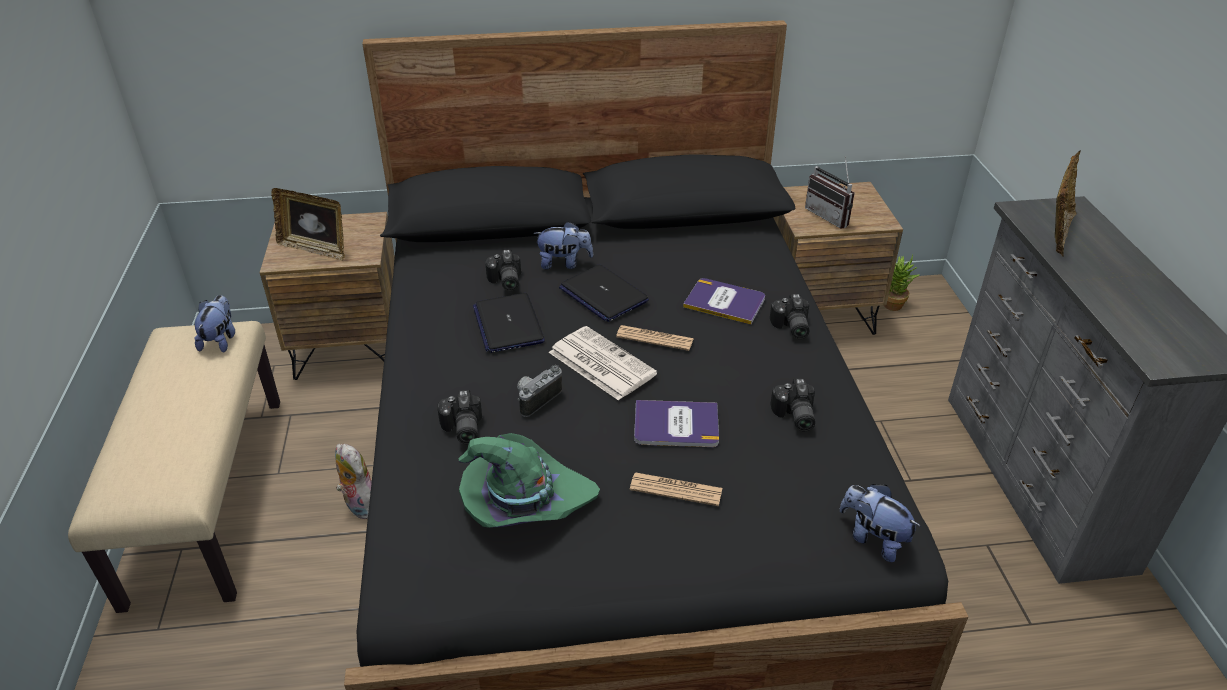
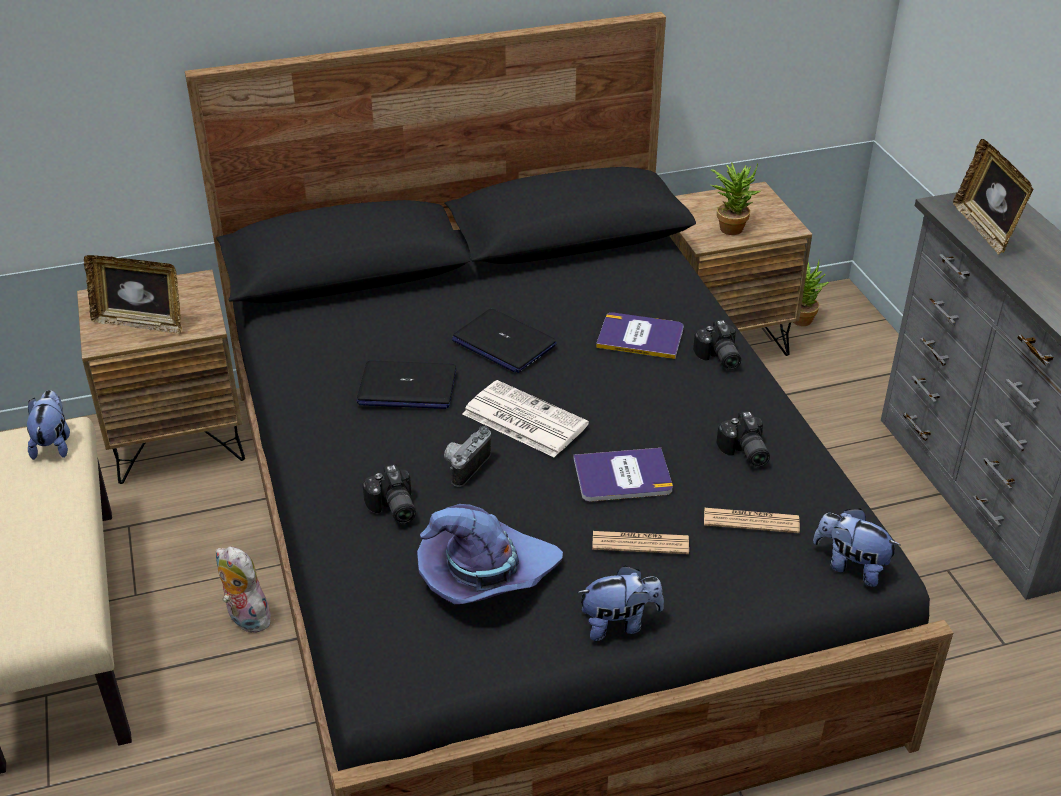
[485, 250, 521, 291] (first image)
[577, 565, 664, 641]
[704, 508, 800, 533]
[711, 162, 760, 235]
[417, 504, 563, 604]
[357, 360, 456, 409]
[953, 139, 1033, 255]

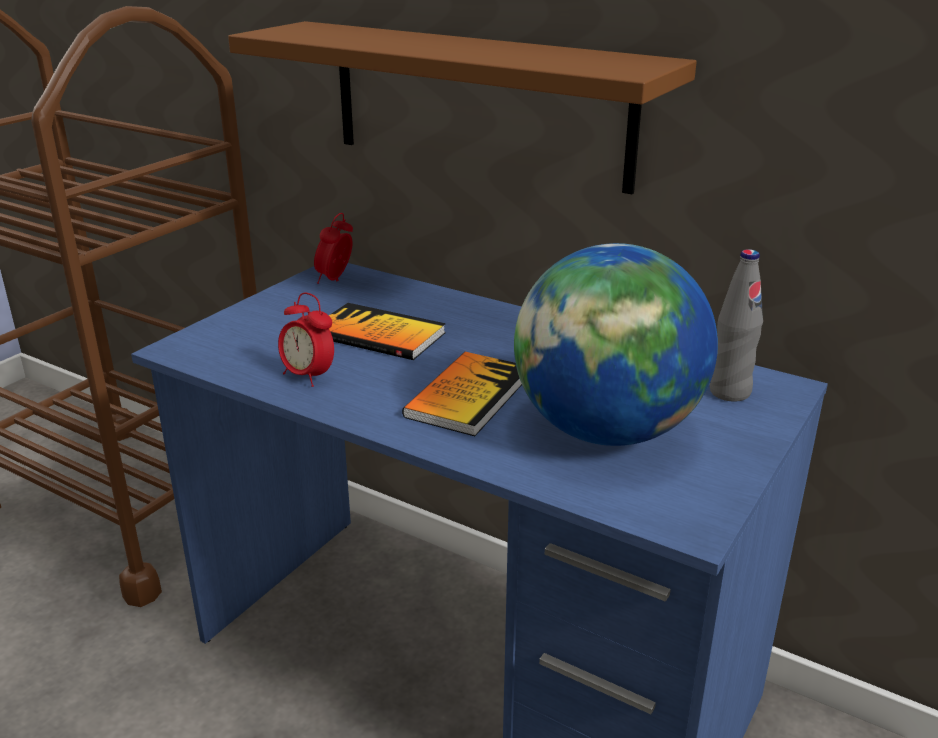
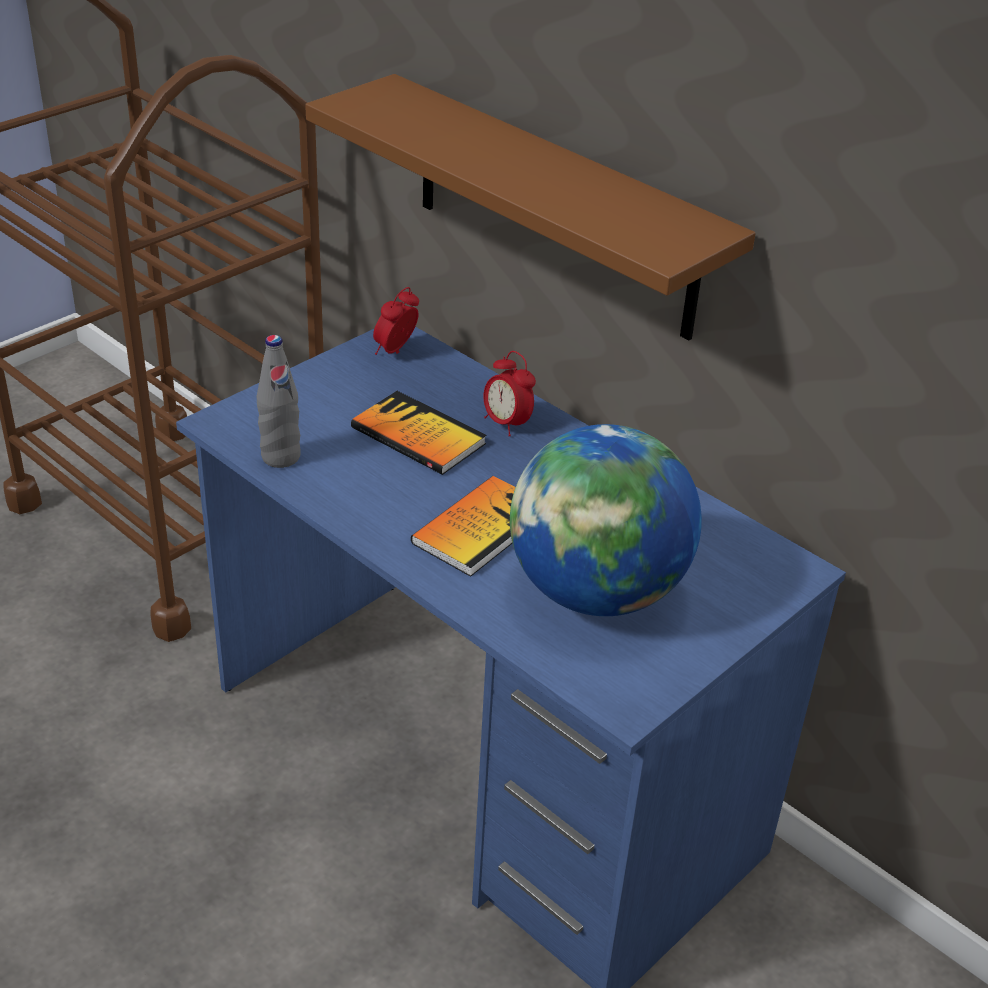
[484, 351, 536, 436]
[257, 335, 301, 468]

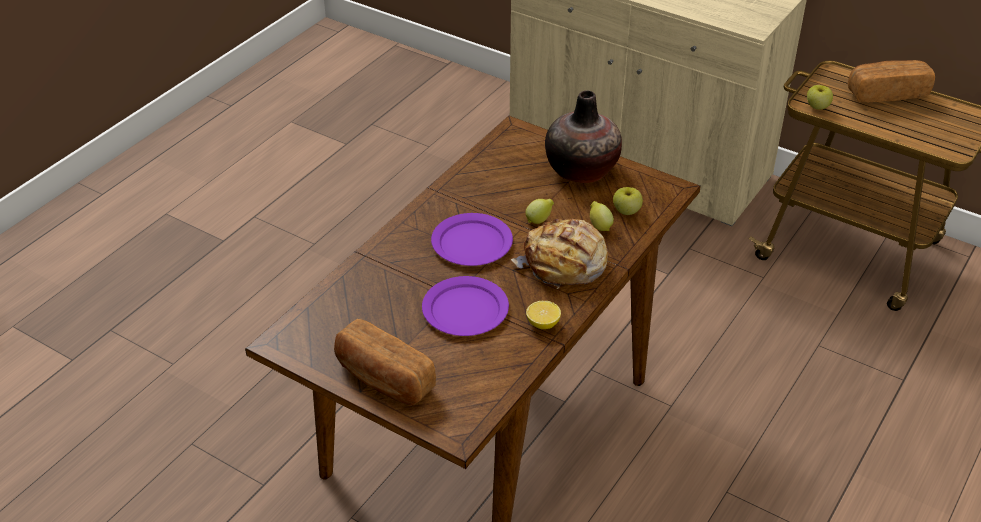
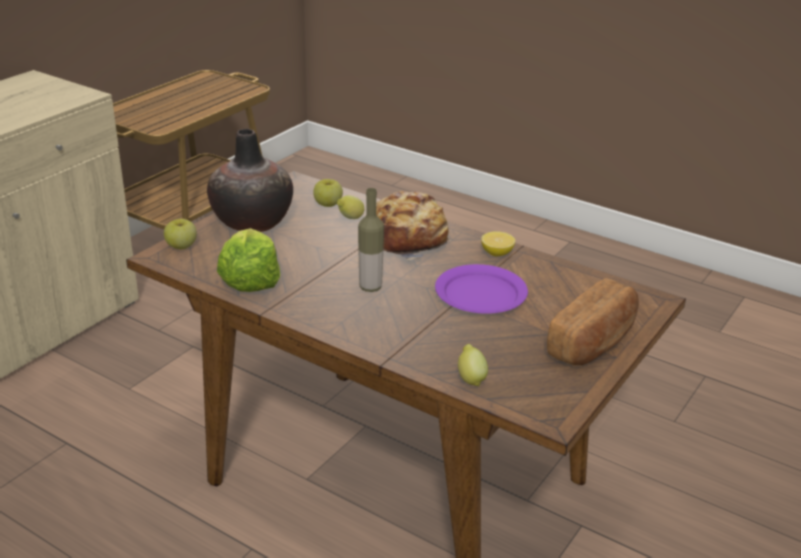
[848, 60, 935, 102] (first image)
[217, 228, 280, 292]
[458, 344, 488, 386]
[164, 219, 197, 249]
[358, 188, 384, 292]

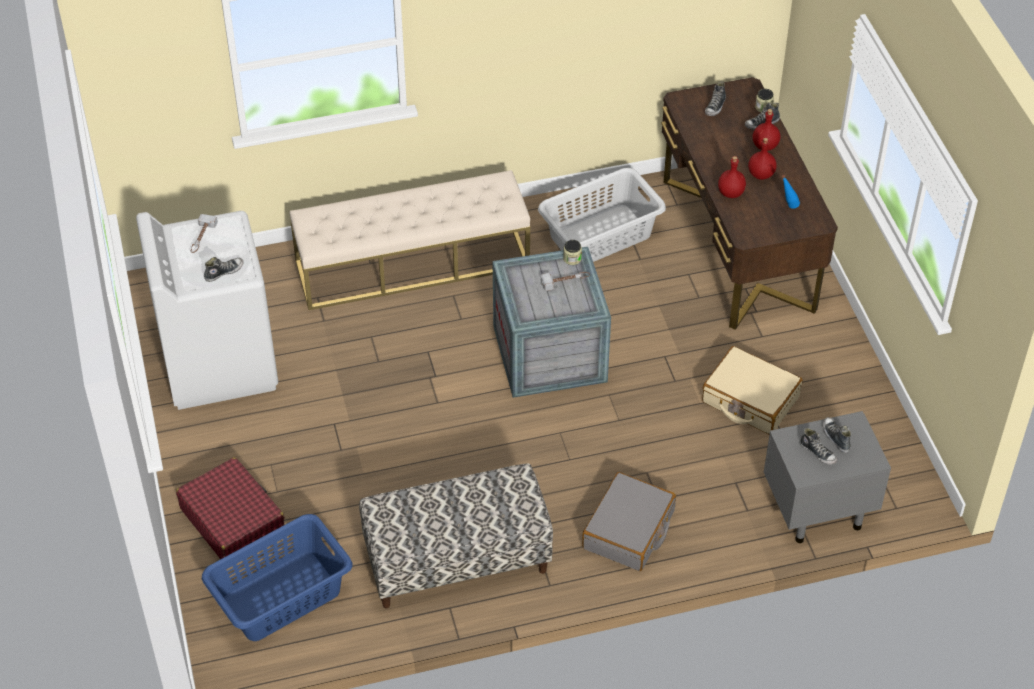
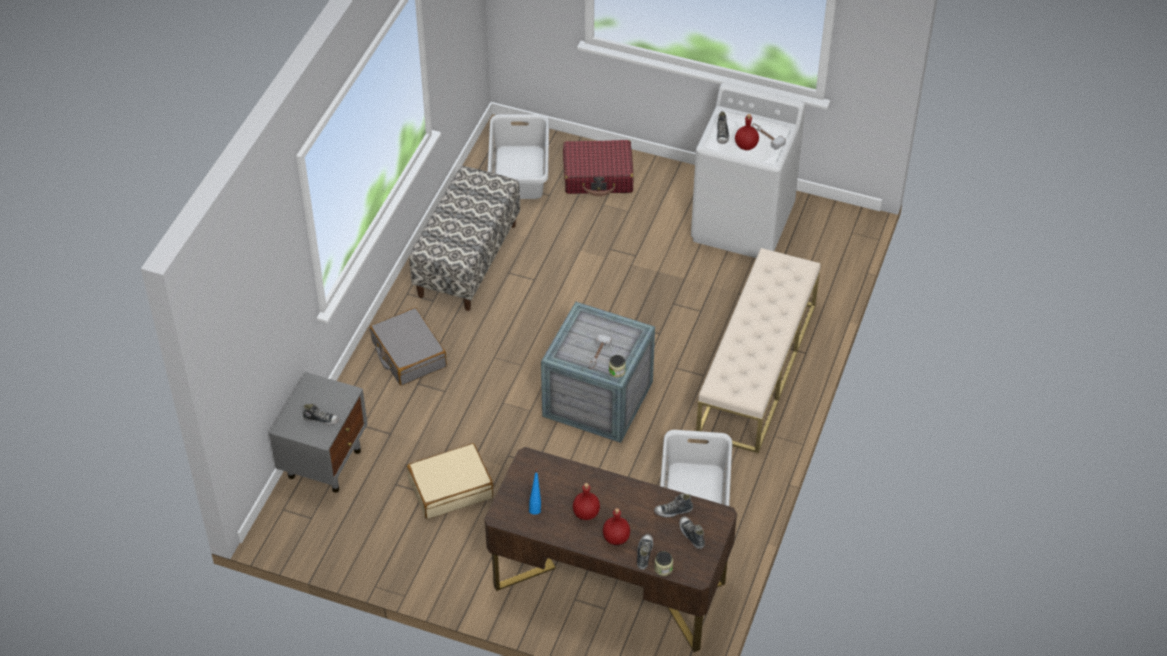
[735, 114, 759, 150]
[654, 493, 693, 518]
[488, 115, 549, 199]

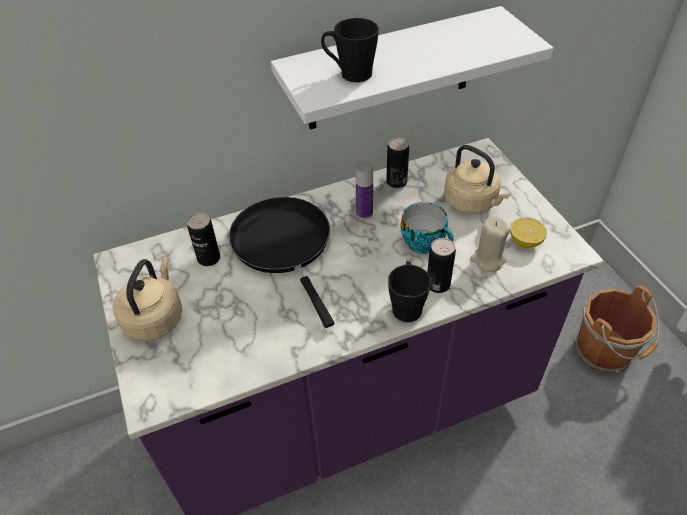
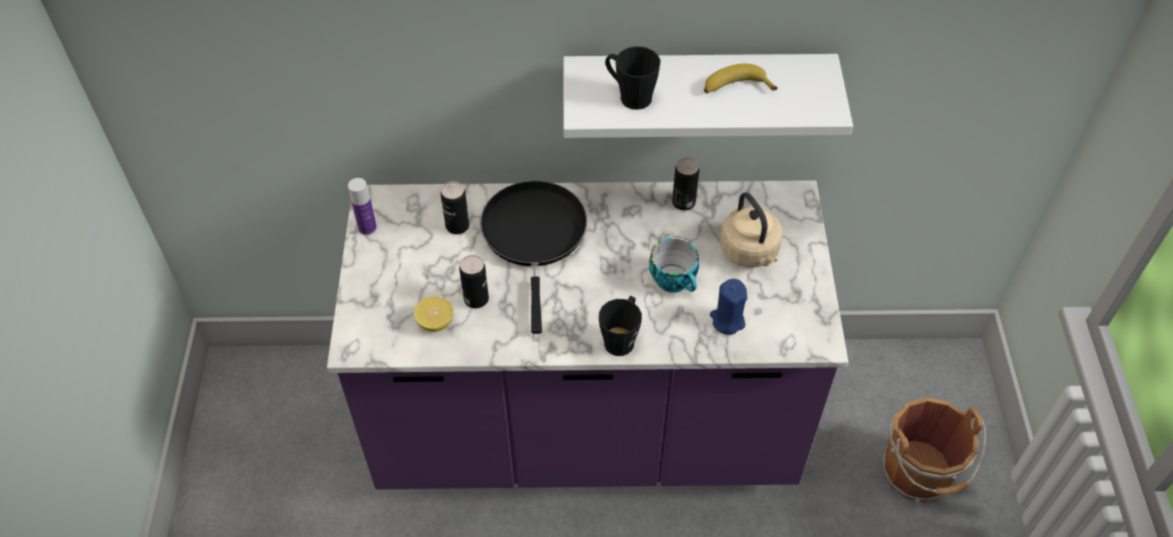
[113, 257, 182, 341] (first image)
[704, 64, 778, 93]
[348, 178, 377, 235]
[459, 255, 489, 308]
[414, 296, 454, 332]
[710, 279, 747, 335]

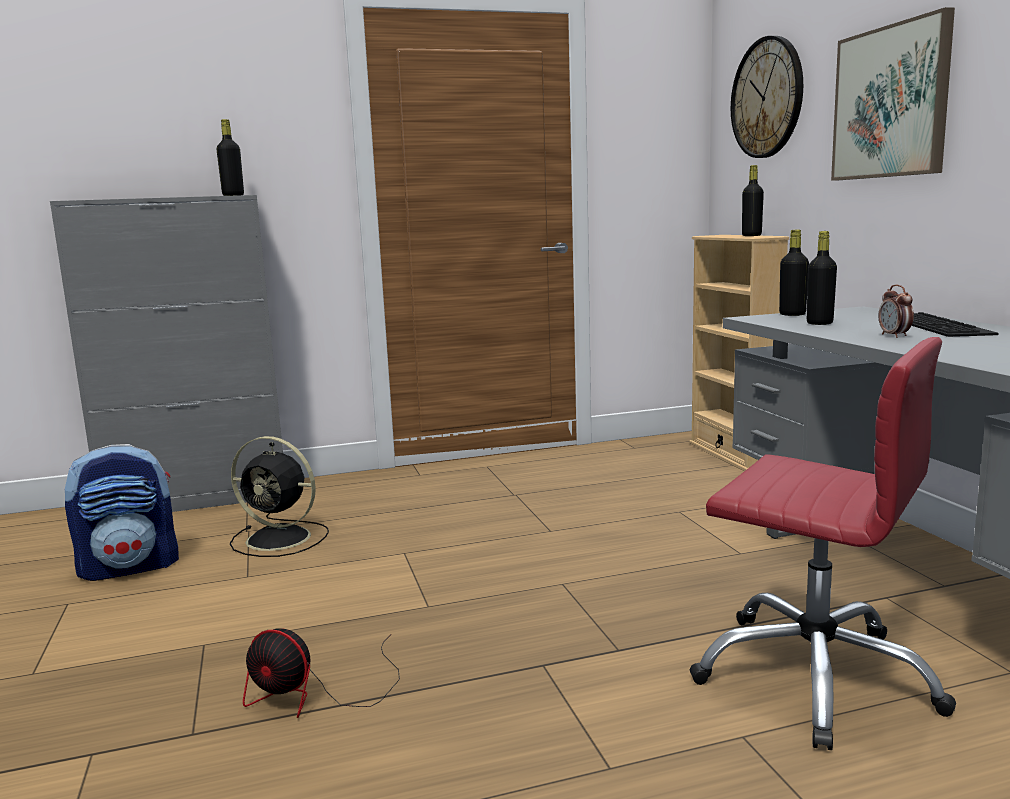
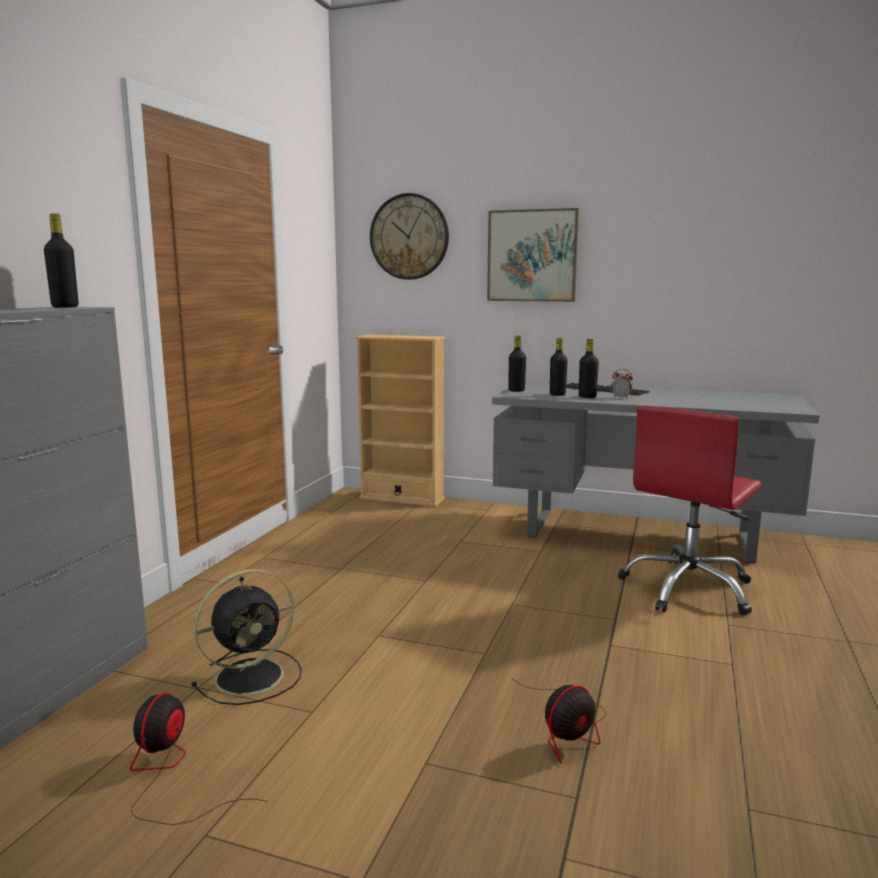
[579, 339, 599, 398]
[130, 692, 268, 825]
[618, 405, 762, 615]

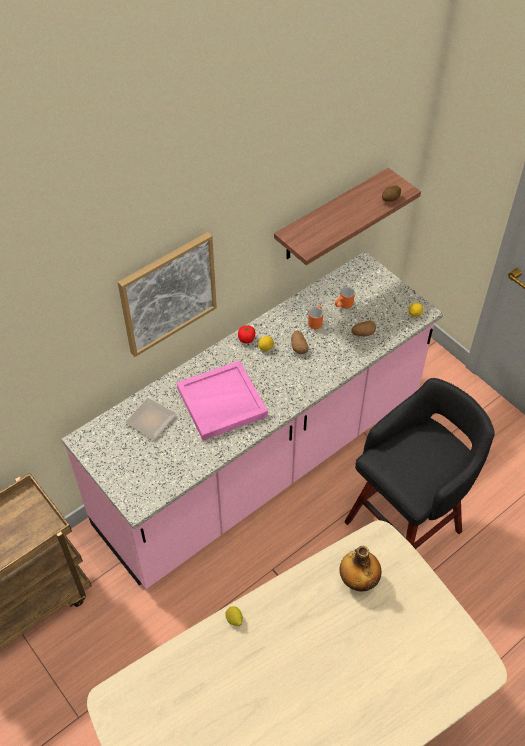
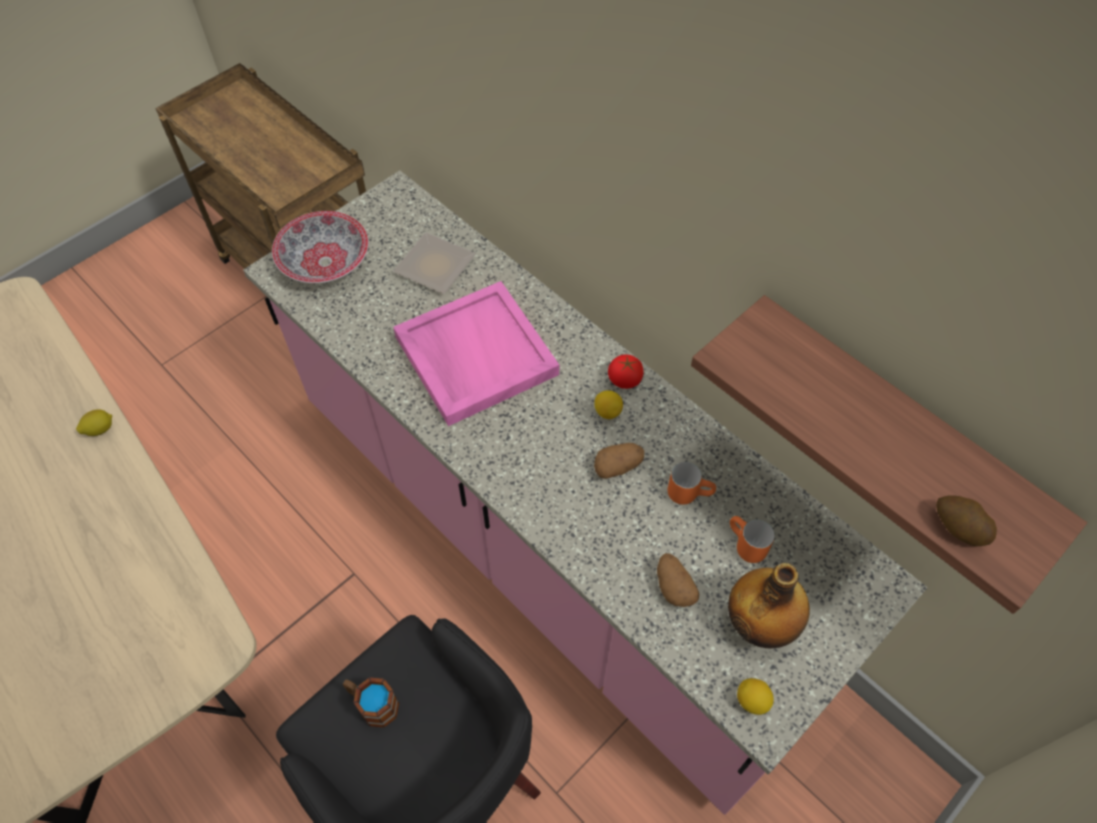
[118, 232, 217, 357] (first image)
[272, 211, 369, 283]
[343, 677, 399, 728]
[728, 563, 810, 649]

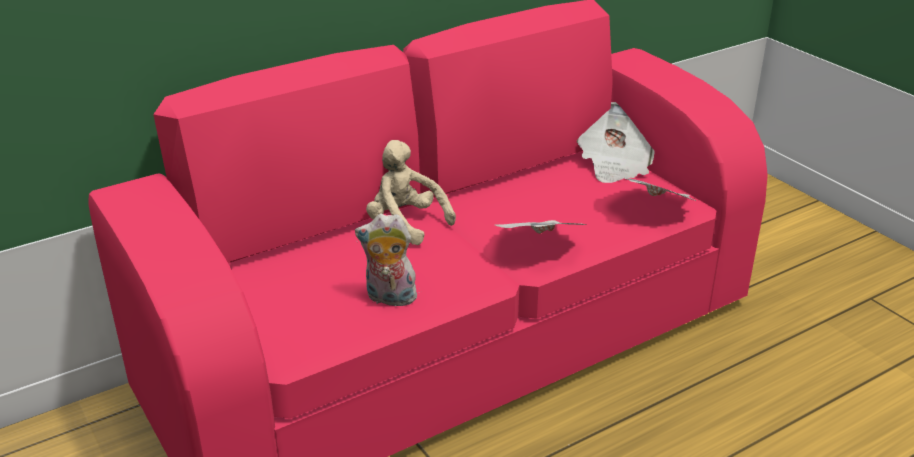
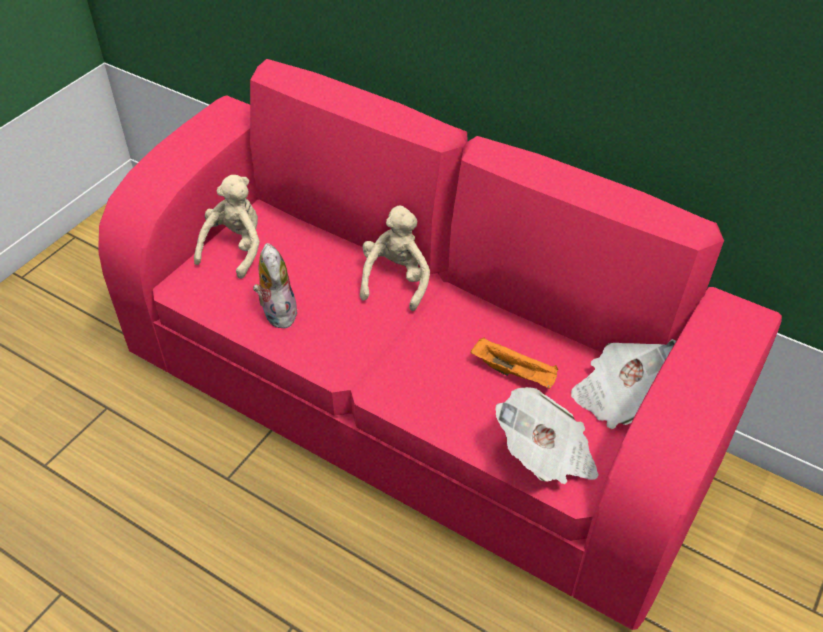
[495, 220, 586, 234] (first image)
[194, 175, 260, 279]
[471, 337, 558, 389]

